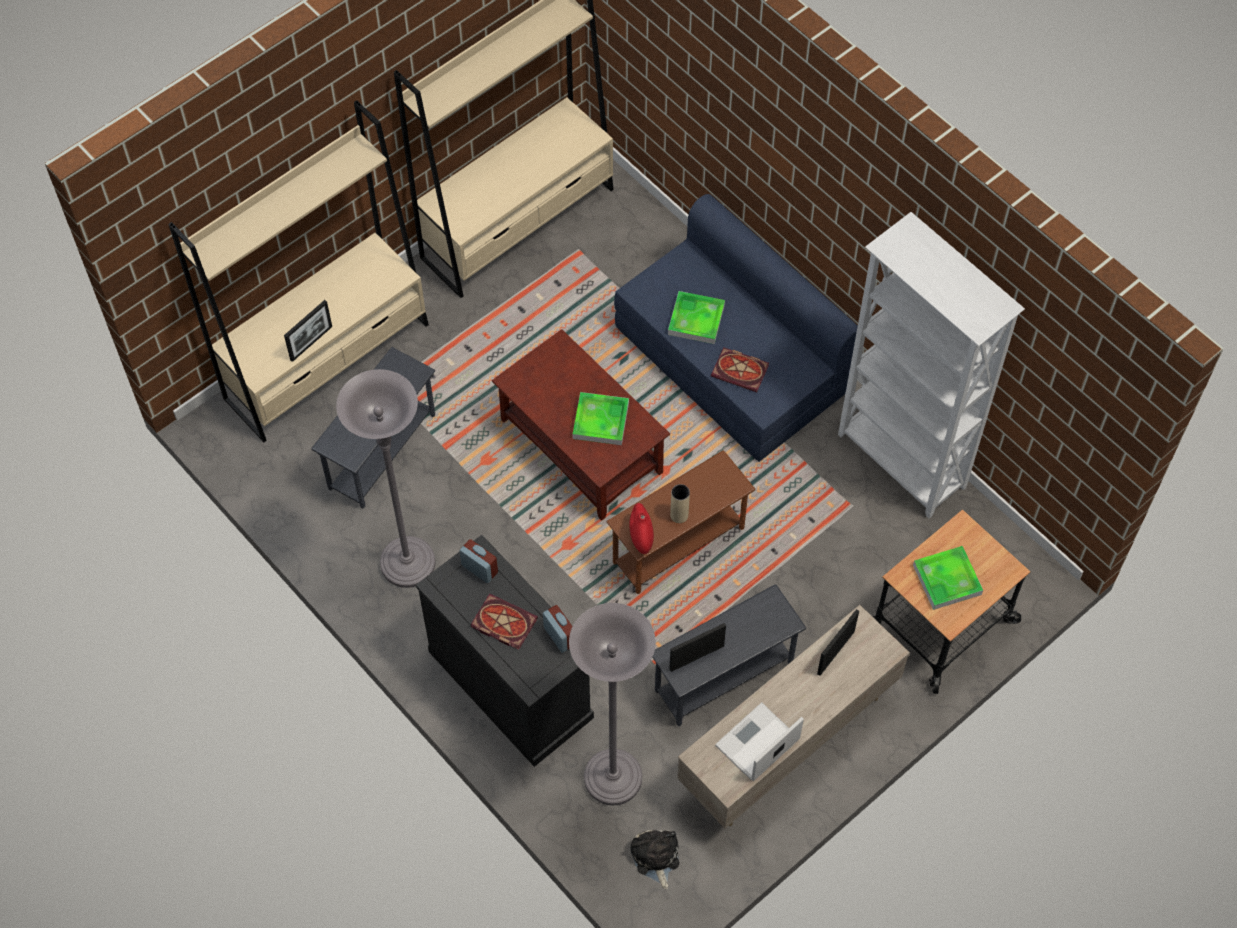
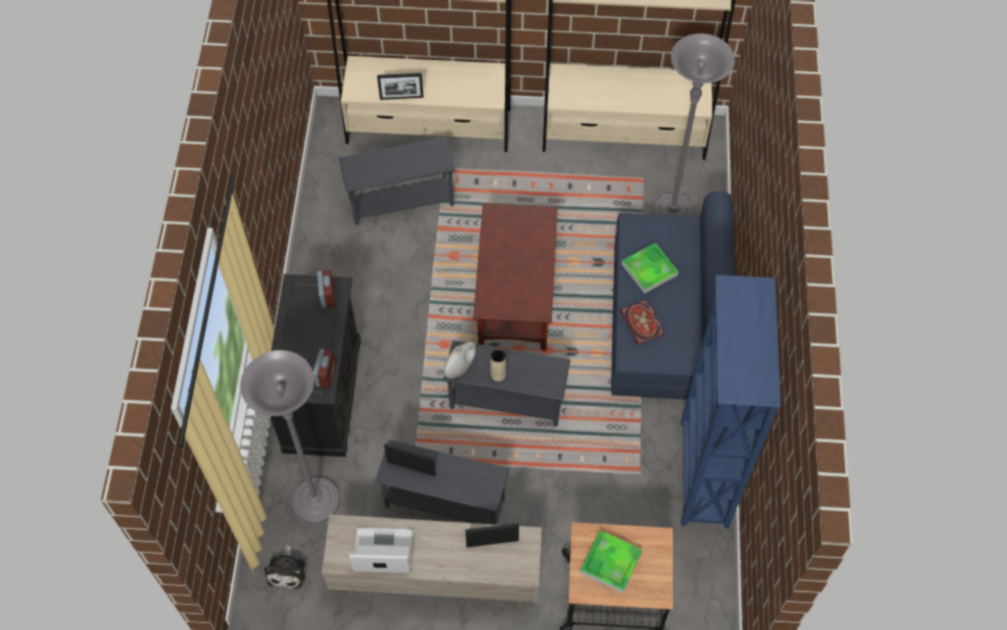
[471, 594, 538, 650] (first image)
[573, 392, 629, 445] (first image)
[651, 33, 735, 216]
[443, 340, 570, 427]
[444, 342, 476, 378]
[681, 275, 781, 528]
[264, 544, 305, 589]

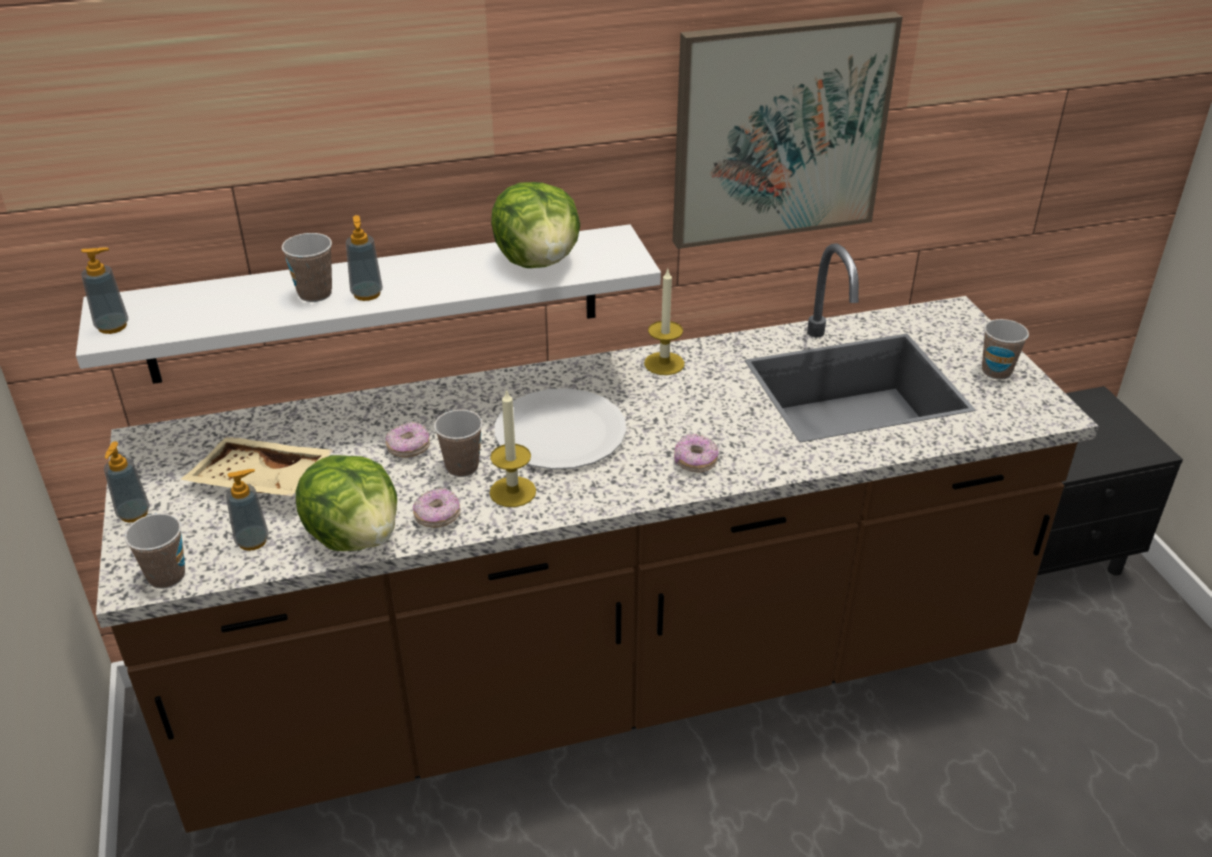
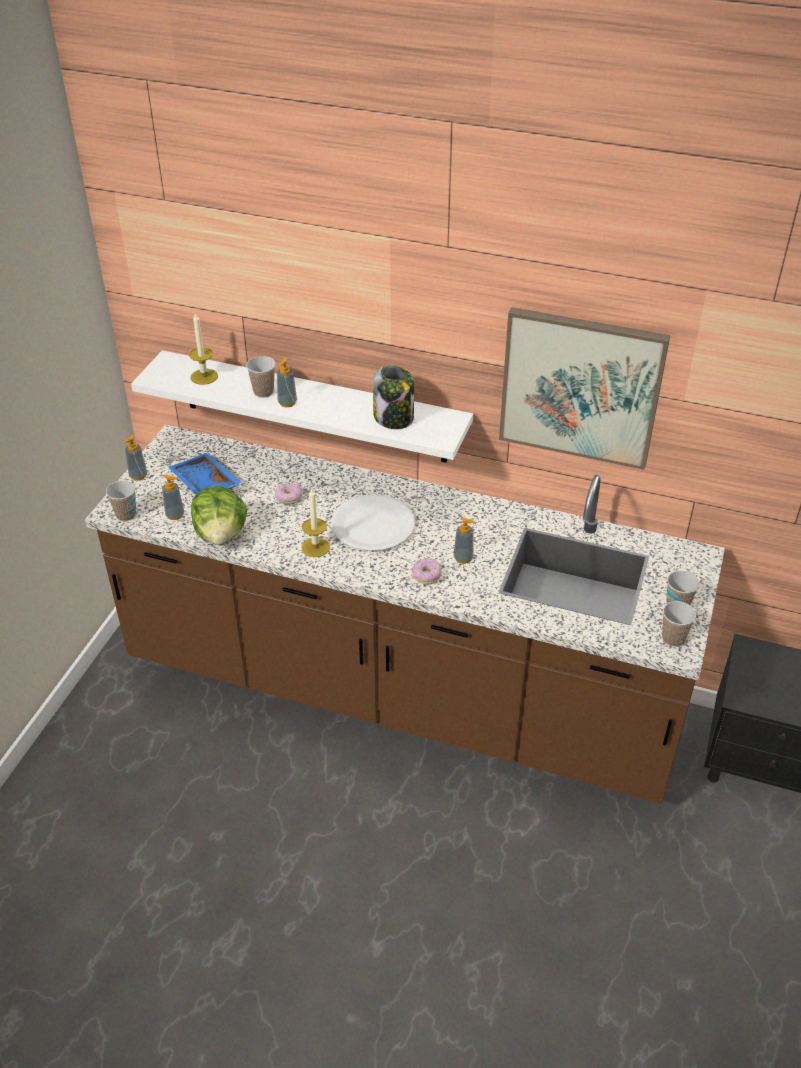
[413, 487, 460, 528] (first image)
[454, 517, 475, 564]
[662, 601, 696, 646]
[189, 312, 218, 385]
[373, 365, 414, 429]
[168, 452, 242, 494]

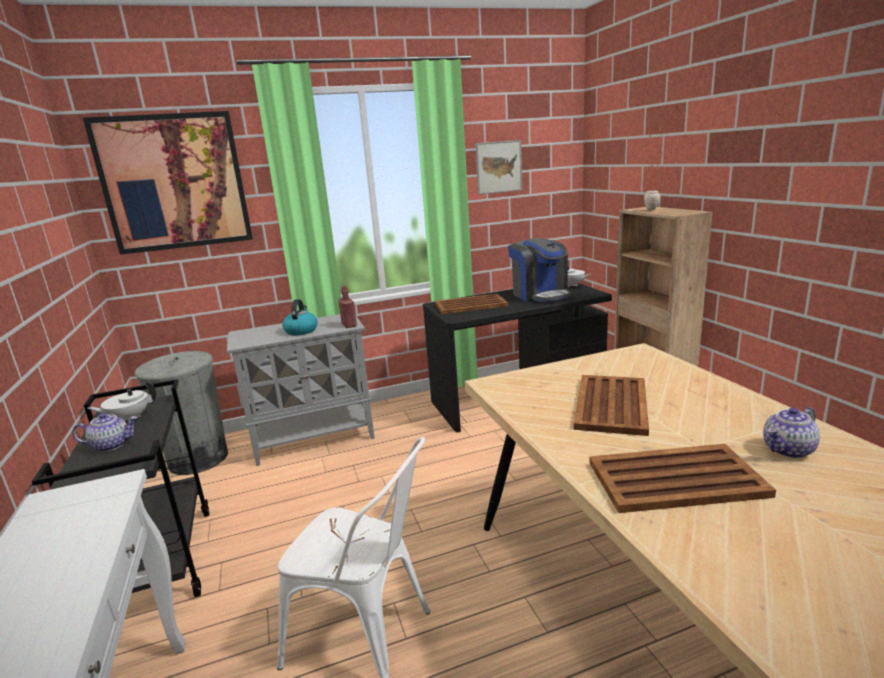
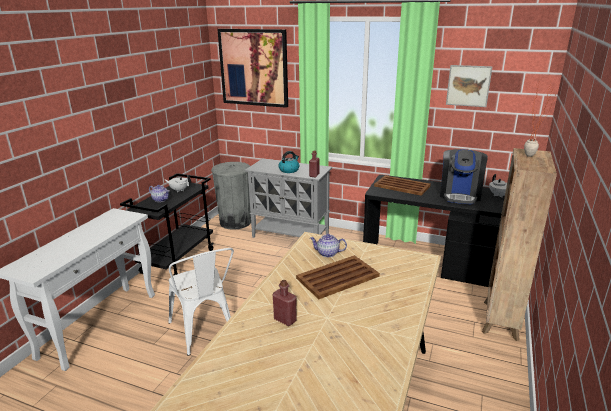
[310, 234, 347, 257]
[272, 280, 297, 326]

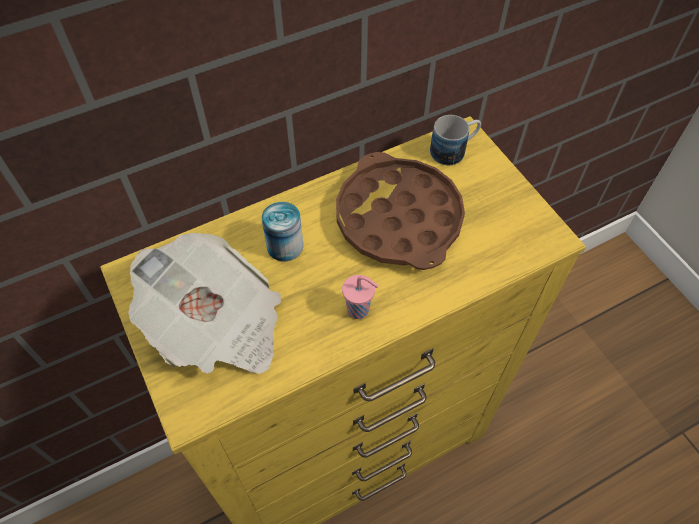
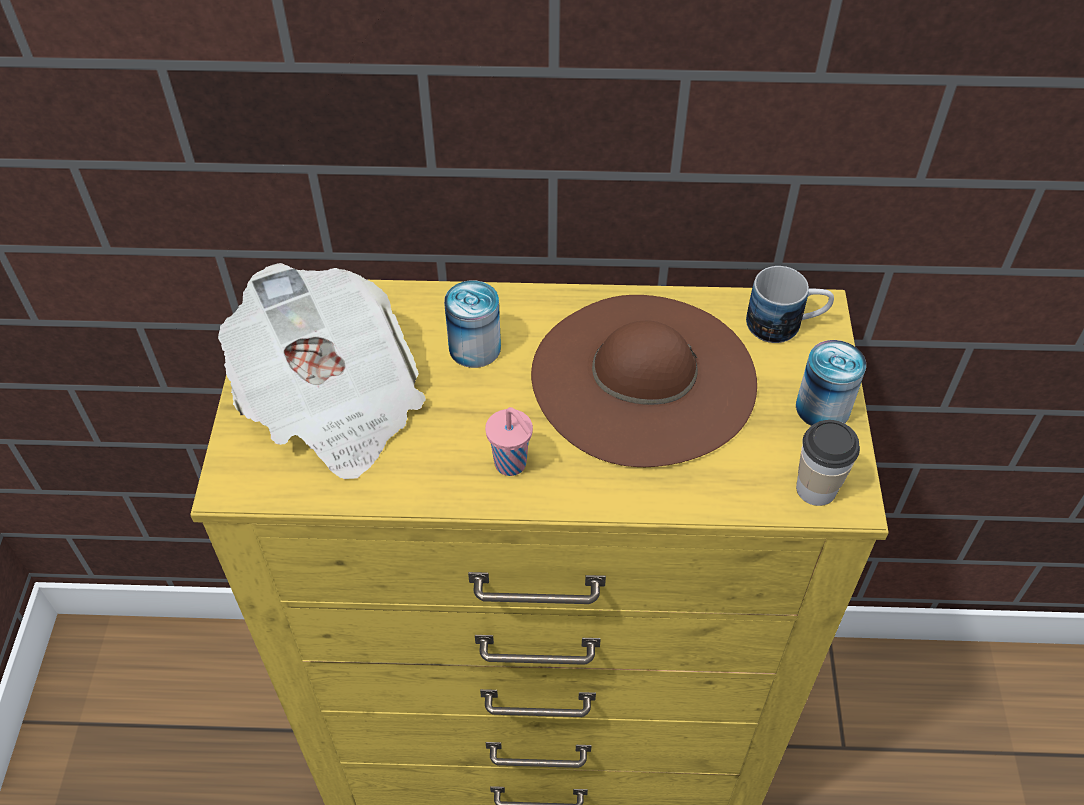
[796, 340, 866, 426]
[796, 420, 860, 506]
[531, 295, 757, 467]

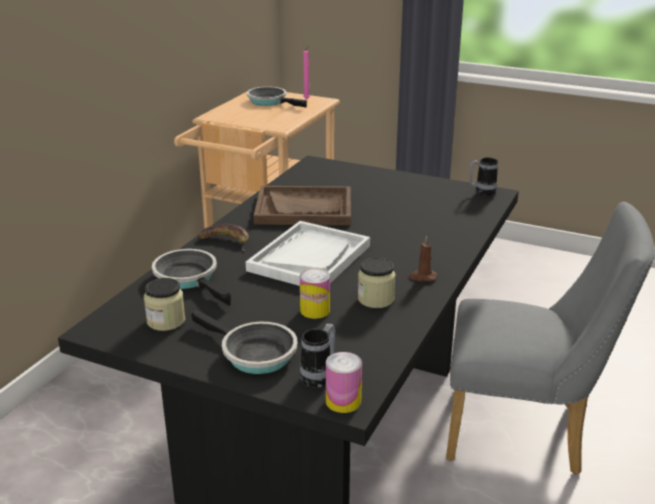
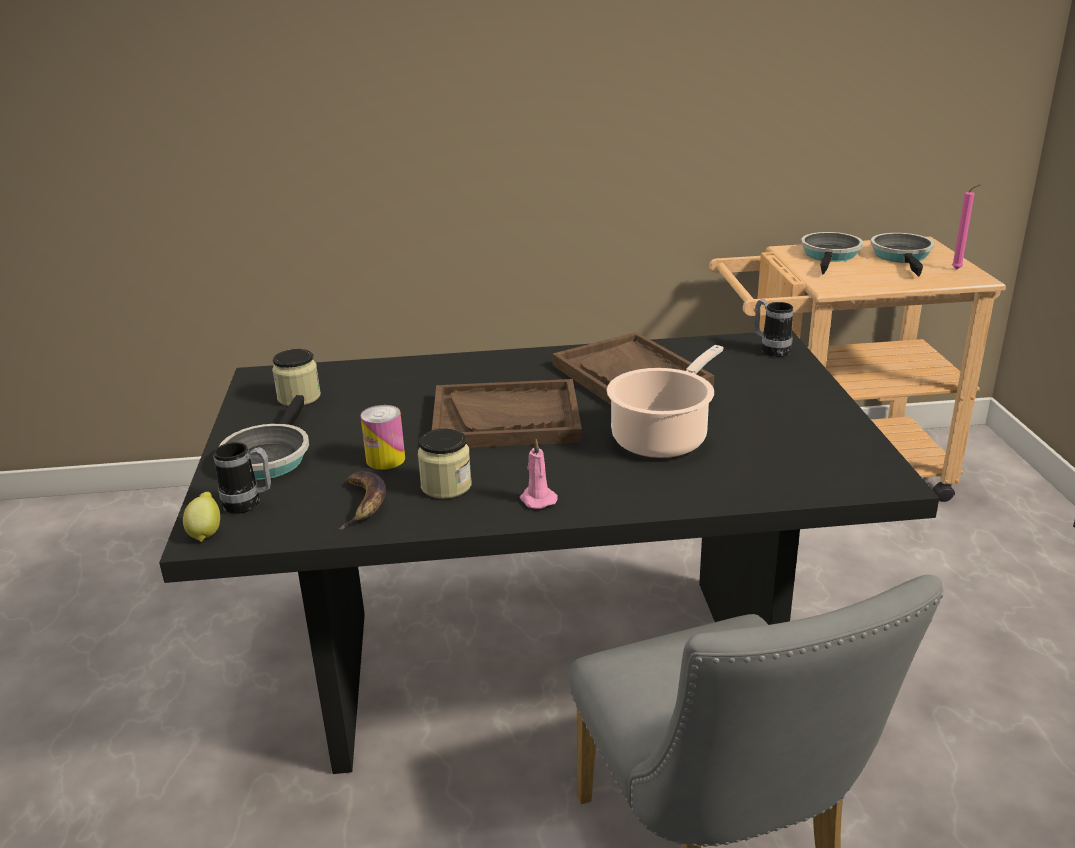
[607, 345, 723, 458]
[801, 232, 863, 275]
[339, 471, 386, 529]
[754, 299, 794, 357]
[183, 492, 220, 542]
[432, 379, 582, 448]
[520, 439, 558, 509]

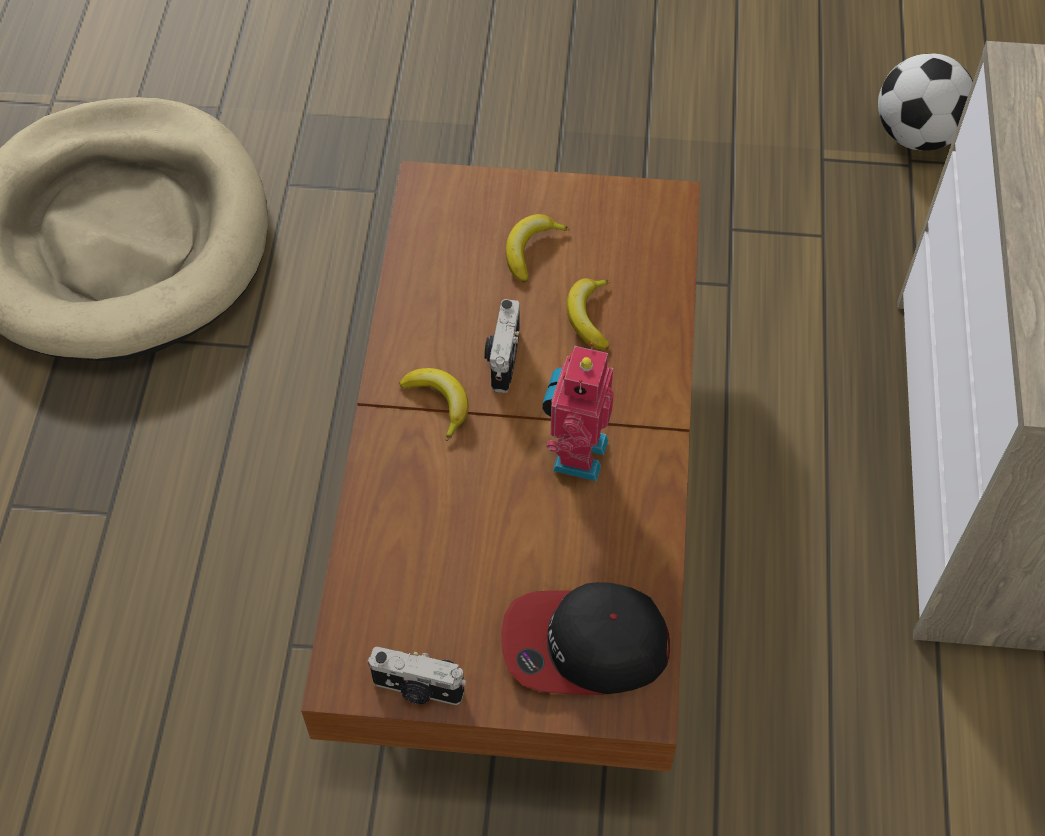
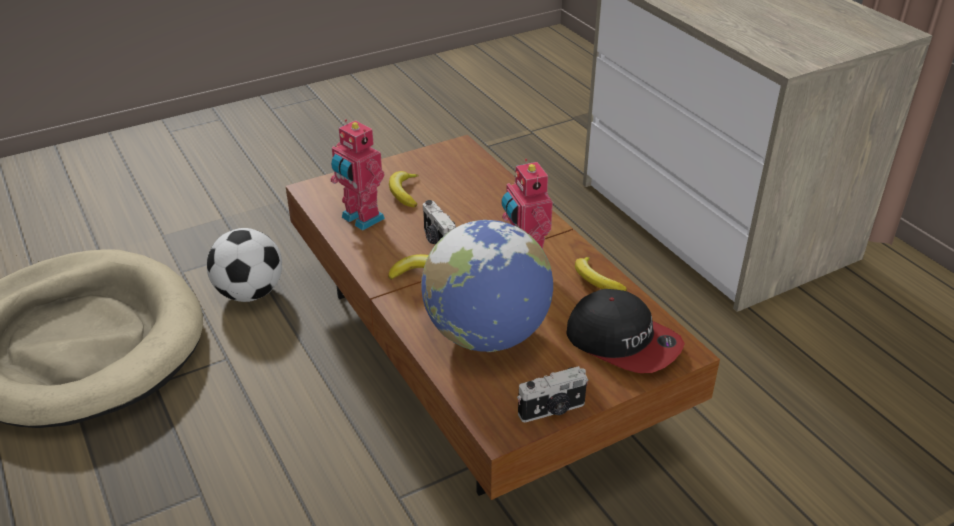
[331, 119, 385, 231]
[421, 220, 553, 352]
[575, 257, 627, 291]
[207, 228, 282, 302]
[566, 289, 685, 373]

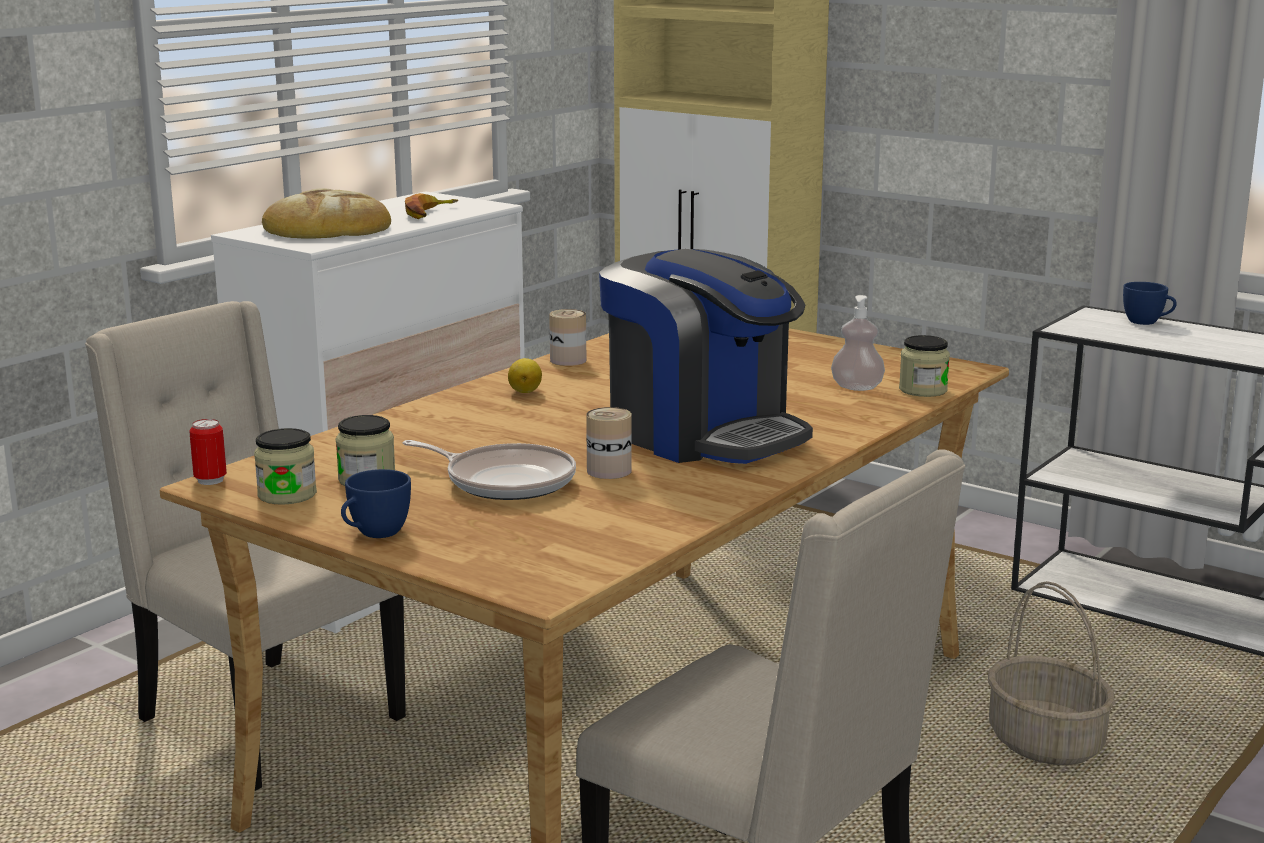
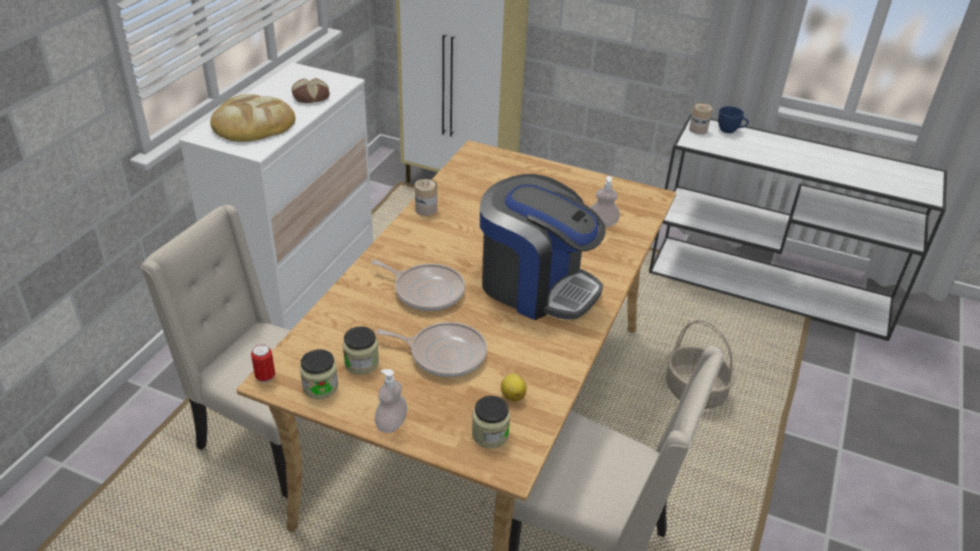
[371, 260, 465, 311]
[501, 374, 527, 401]
[689, 103, 713, 134]
[472, 396, 510, 448]
[375, 369, 407, 433]
[292, 78, 330, 103]

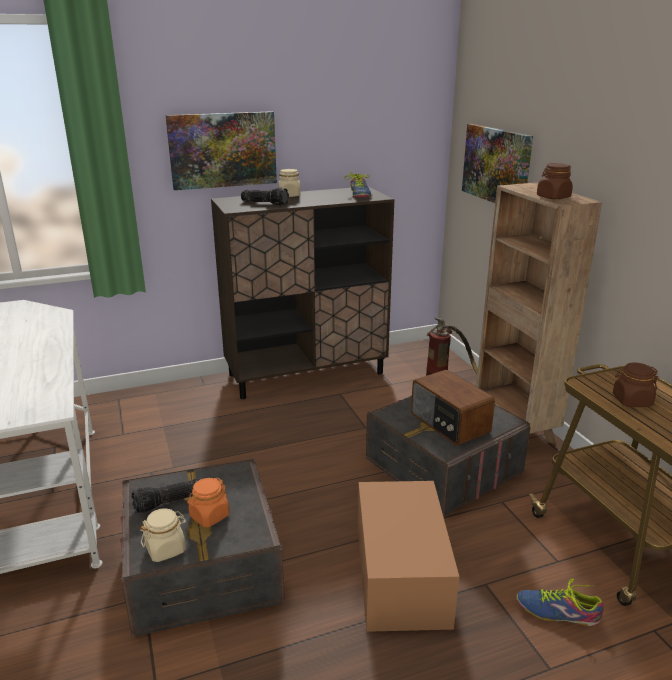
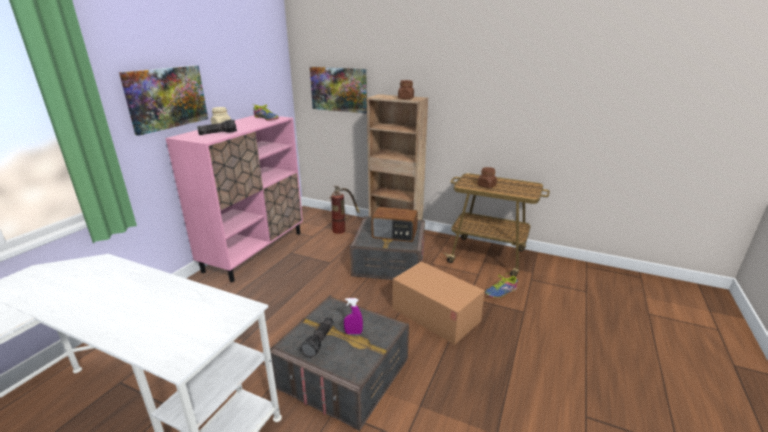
[140, 508, 186, 562] (first image)
[344, 298, 363, 334]
[165, 115, 303, 282]

